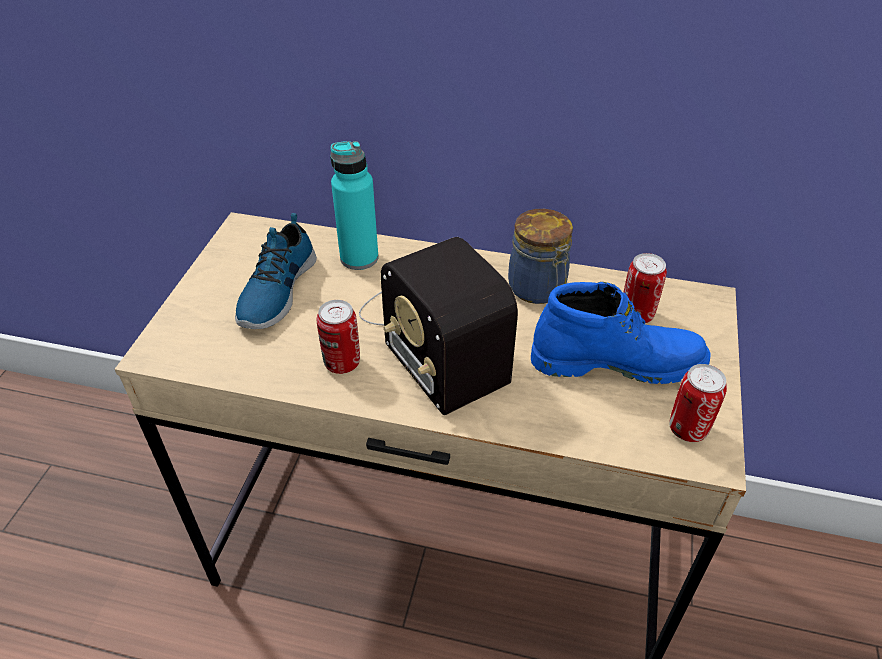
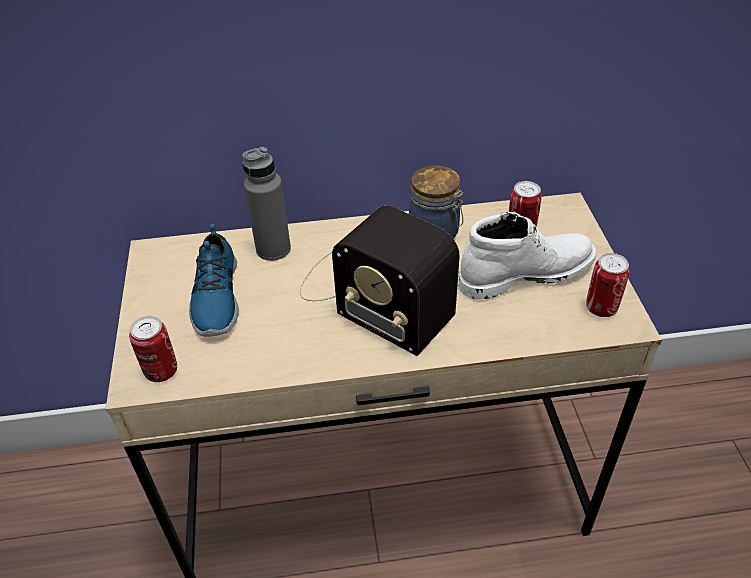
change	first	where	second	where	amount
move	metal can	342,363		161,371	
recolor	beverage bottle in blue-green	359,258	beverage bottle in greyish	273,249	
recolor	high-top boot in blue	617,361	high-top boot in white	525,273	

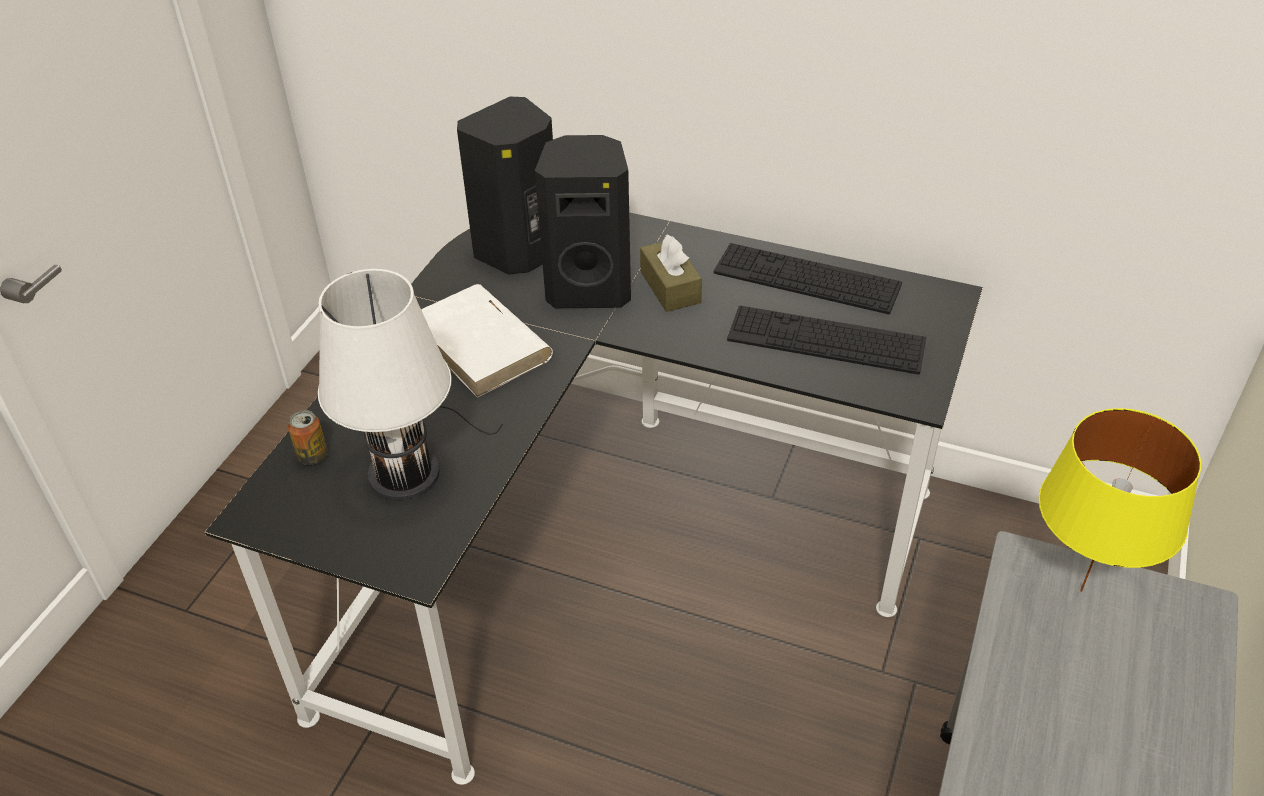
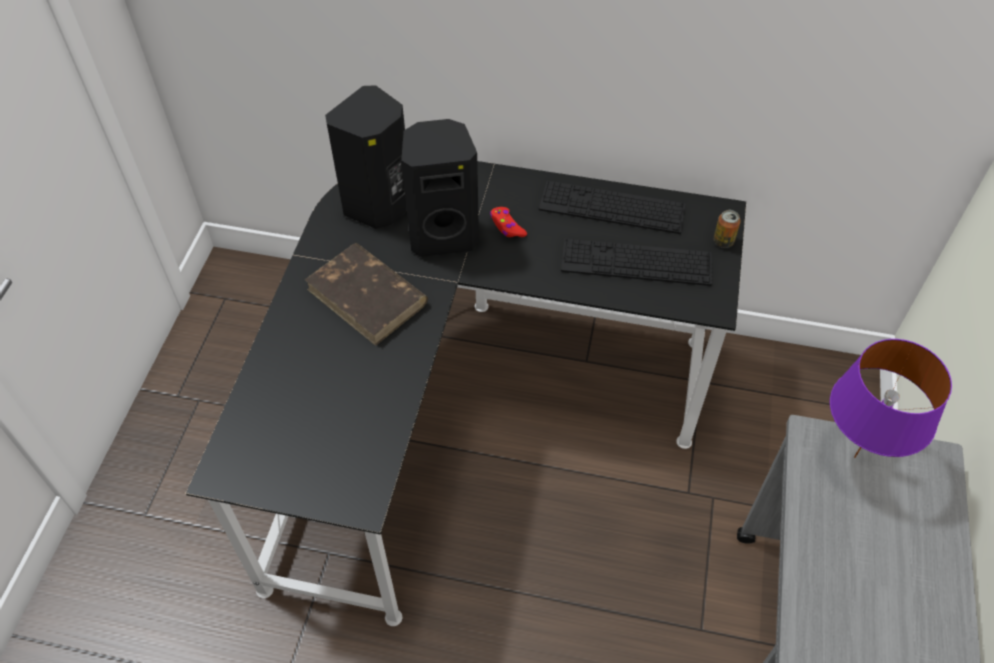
change	first	where	second	where	amount
delete	tabletop lamp in white	409,468			
move	metal can	313,456		723,241	
replace	box of tissues in brown-coloured	670,287	game controller in red-coloured	507,226	
recolor	book in white	481,345	book in brown-coloured	368,297	
recolor	tabletop lamp in yellow-coloured	1080,592	tabletop lamp in purple	854,458	

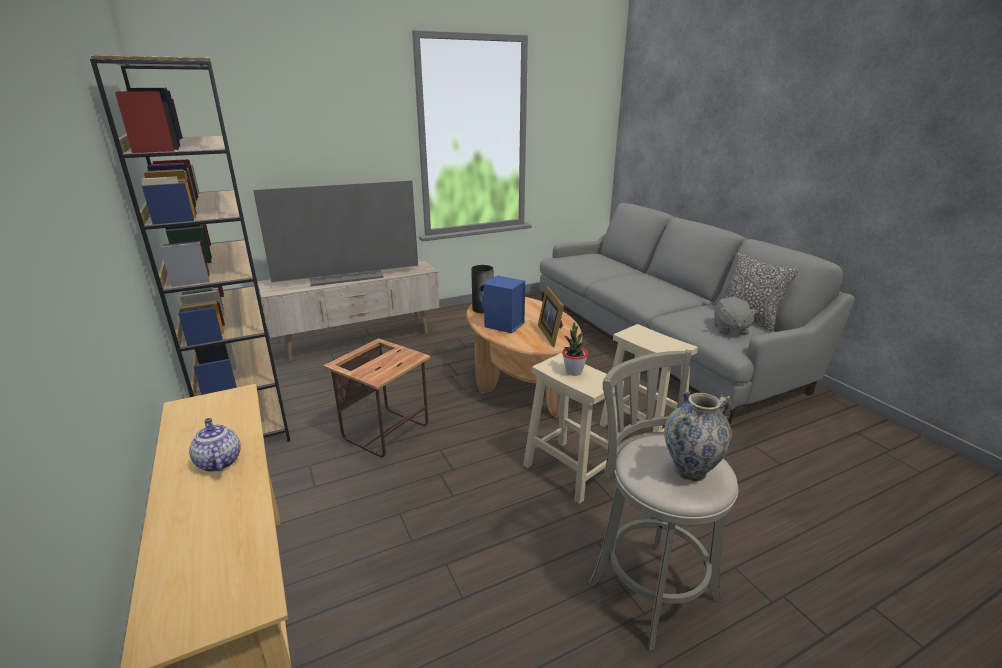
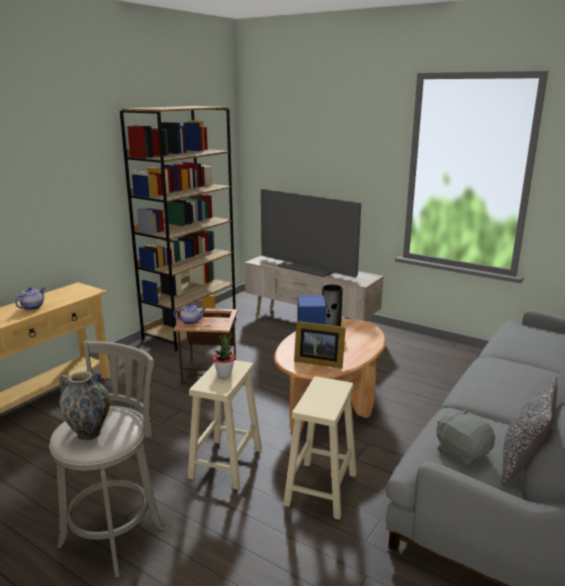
change	first	where	second	where	amount
insert			teapot	191,321	
rotate	standing frame	551,334		317,361	120 degrees counterclockwise
rotate	cuddly toy in greyish	730,329		462,452	75 degrees clockwise

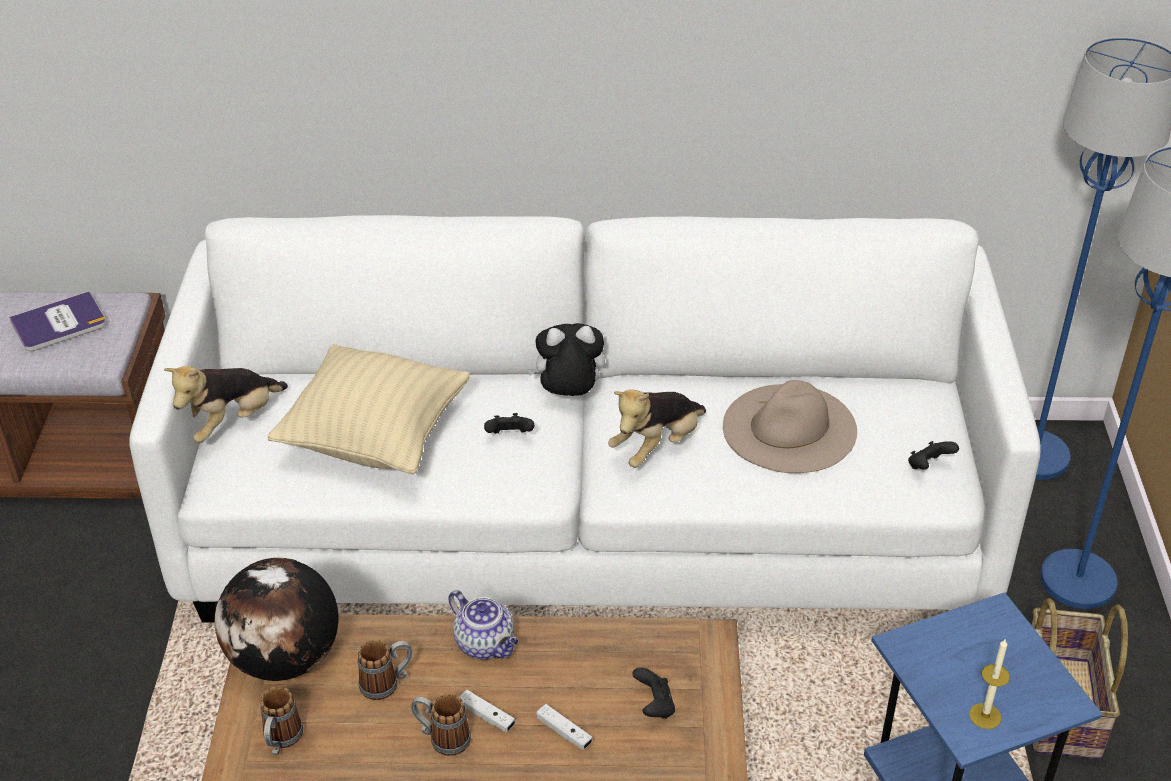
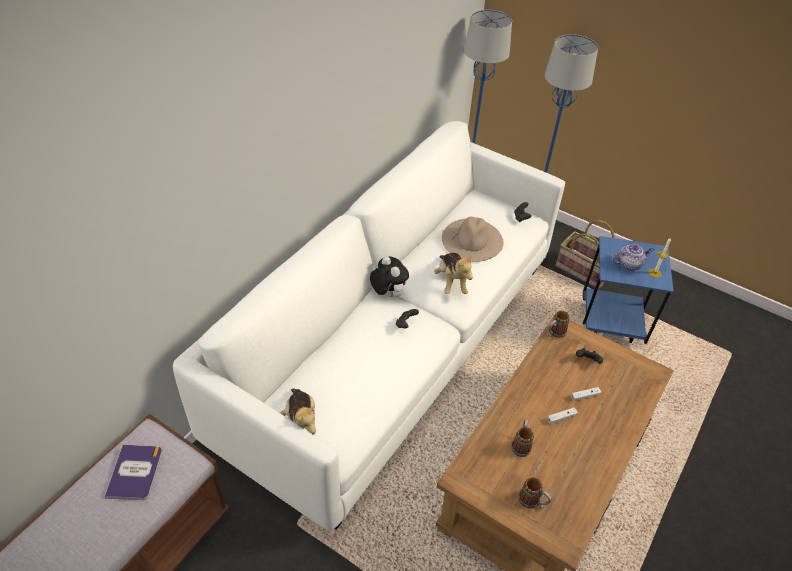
change	first	where	second	where	amount
delete	desk globe	285,659			
delete	pillow in beige	375,438			
move	coffee mug	442,738		554,333	
move	teapot	486,644		629,264	
rotate	cuddly toy	568,395		387,293	120 degrees clockwise

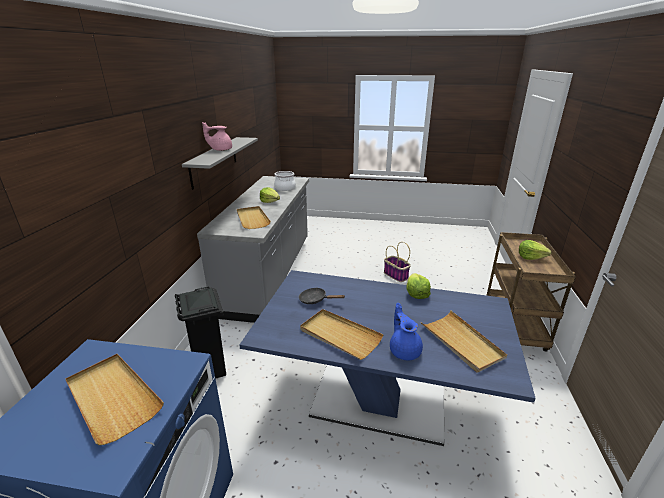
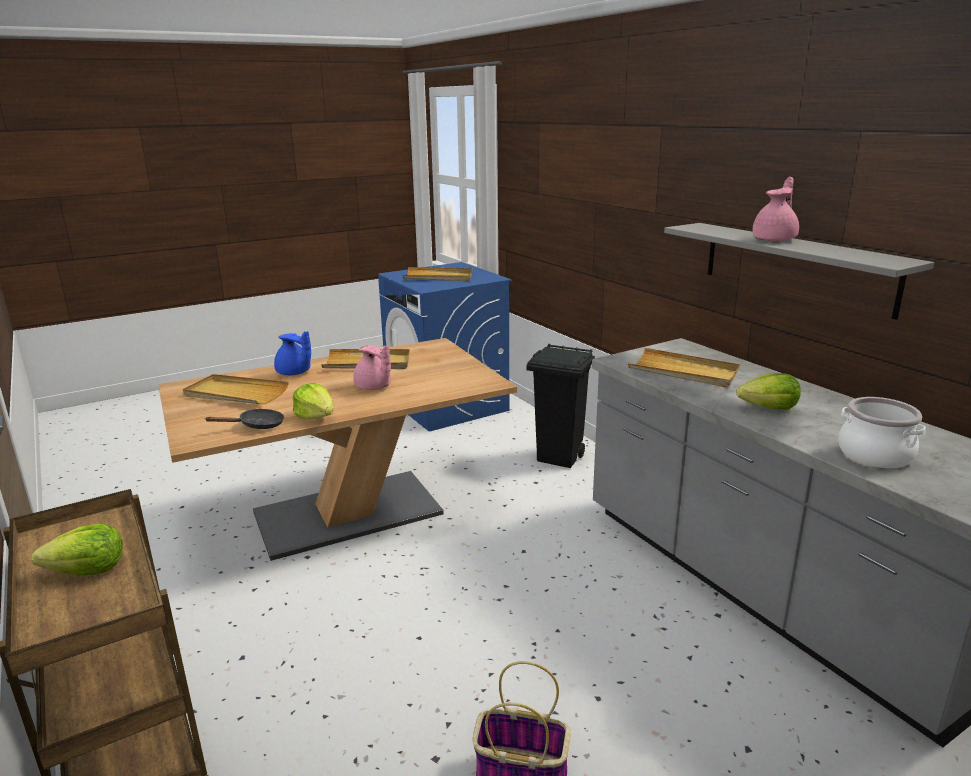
change	first	where	second	where	amount
insert			teapot in pink	374,387	
move	pan in black	315,300		257,425	
recolor	dinner table in blue	378,402	dinner table in brown-coloured	348,513	

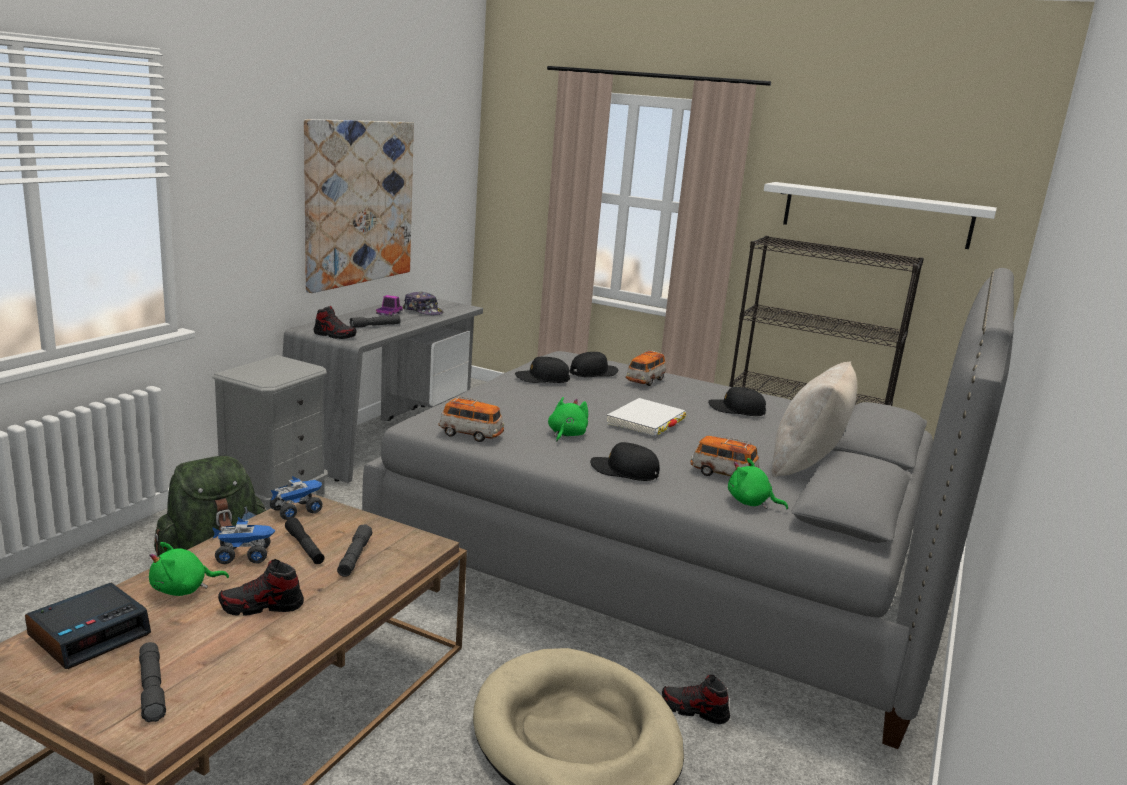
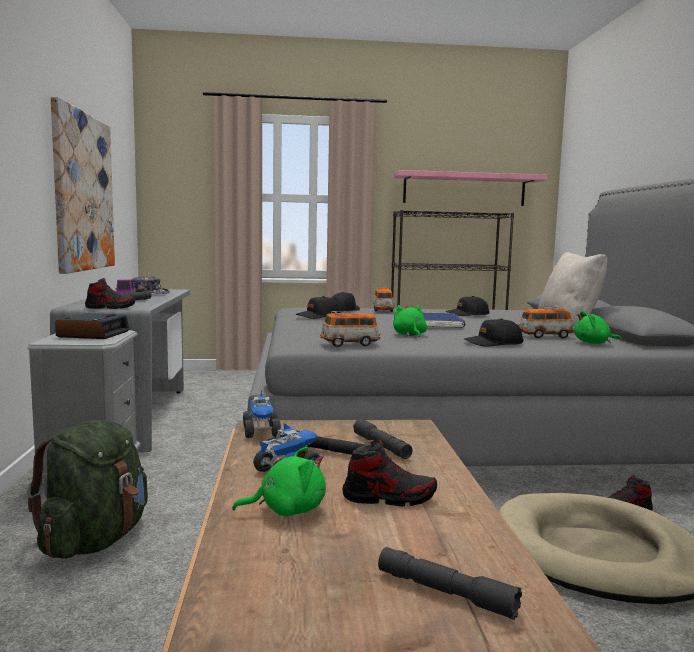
change	first	where	second	where	amount
move	table clock	90,634		93,334	
recolor	book in white	646,421	book in blue	437,324	
recolor	wall shelf in white	876,215	wall shelf in pink	464,189	
rotate	cuddly toy in green	183,589		287,510	135 degrees counterclockwise
rotate	item of footwear	262,607		389,498	135 degrees counterclockwise
rotate	toy lorry	296,510		262,432	150 degrees clockwise

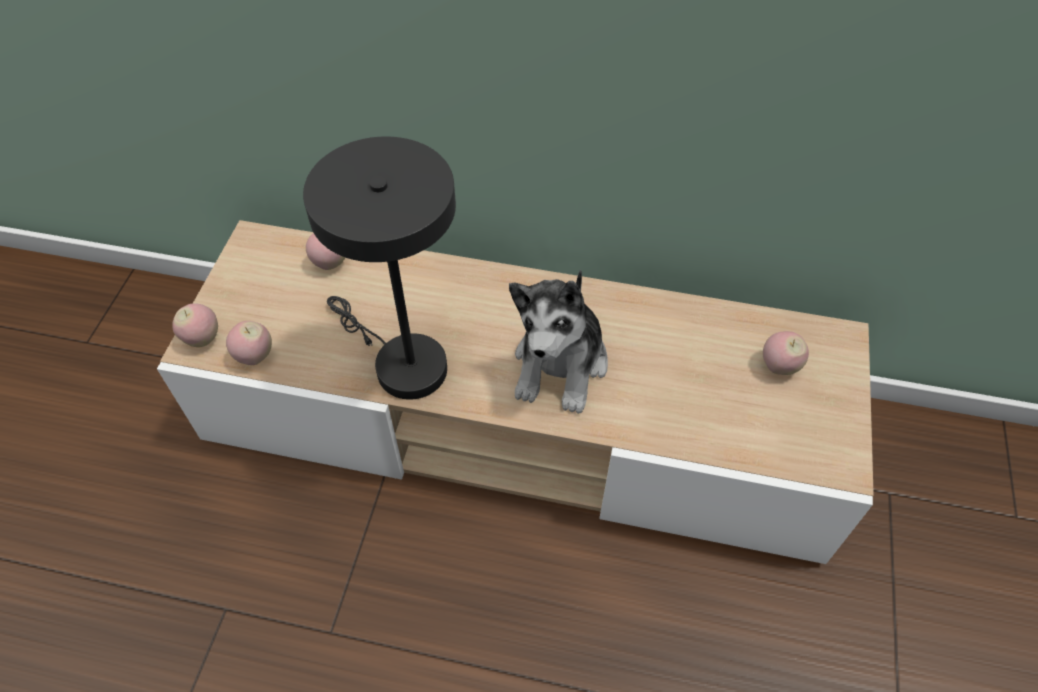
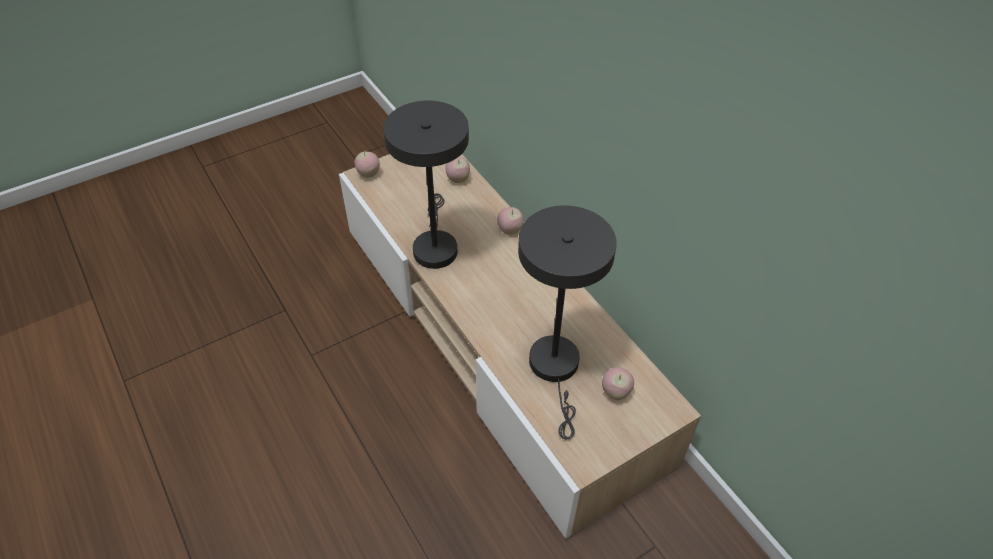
change	first	where	second	where	amount
delete	cuddly toy	560,364			
insert			tabletop lamp in greyish	556,369	
move	whole apple	255,356		510,230	

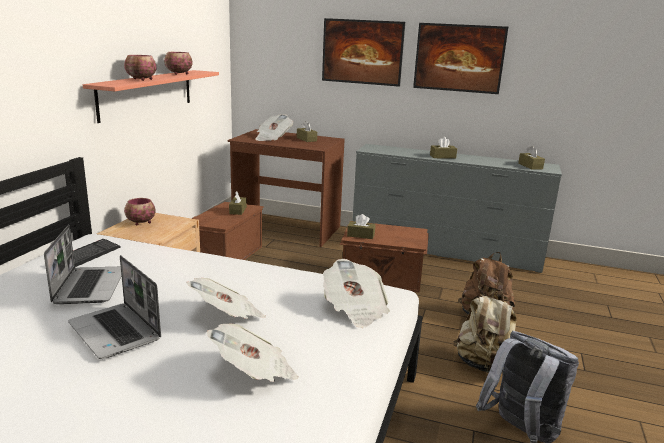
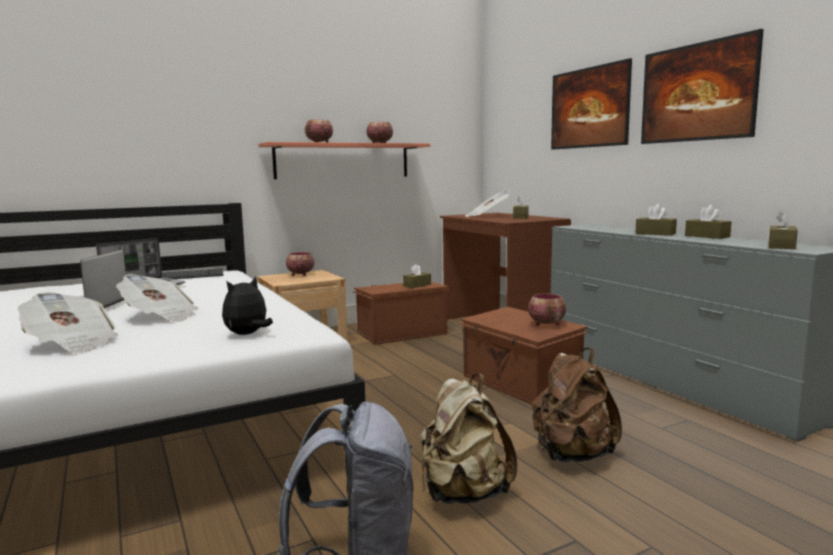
change	first	where	second	where	amount
insert			deep dish	547,324	
move	box of tissues in brown-coloured	361,235		707,236	
replace	daily paper	355,309	cuddly toy	247,334	

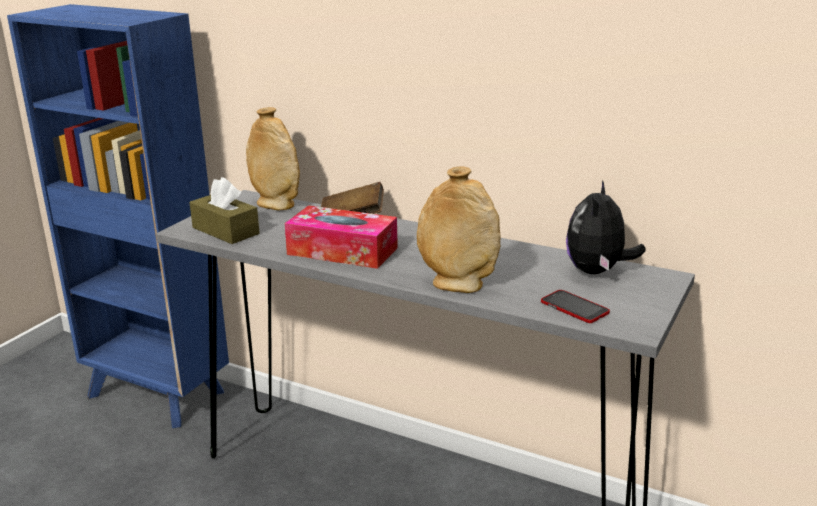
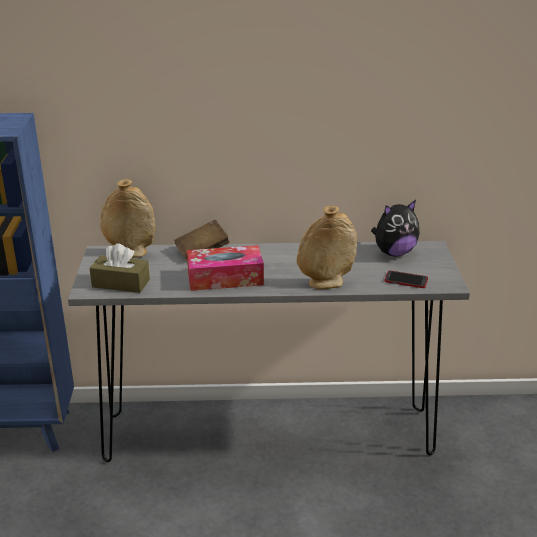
change	first	where	second	where	amount
rotate	cuddly toy	597,271		394,253	105 degrees counterclockwise

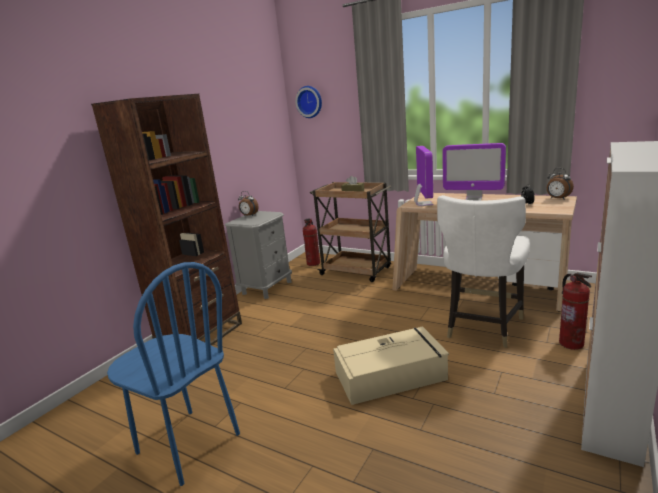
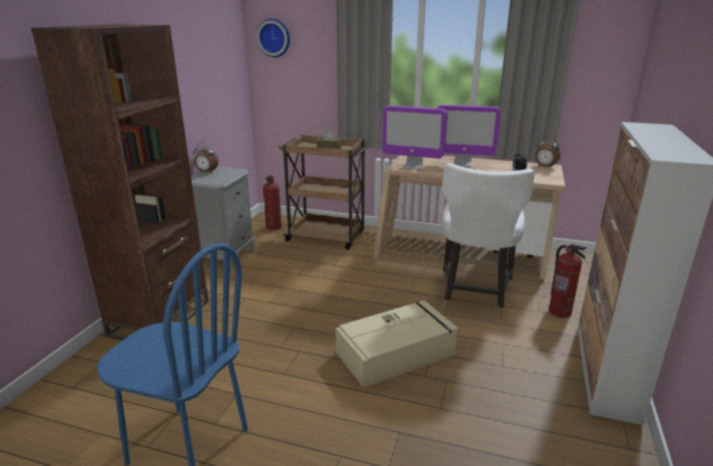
change	first	where	second	where	amount
rotate	monitor	423,204		412,167	120 degrees clockwise

